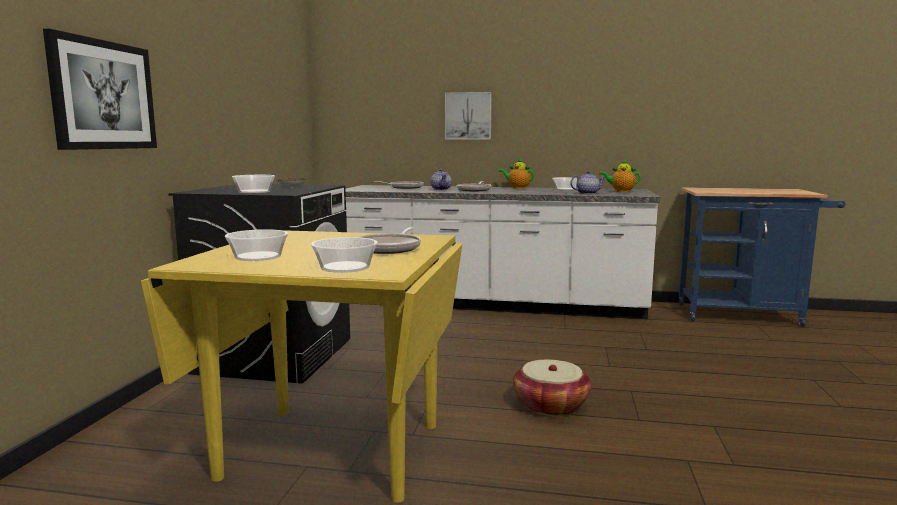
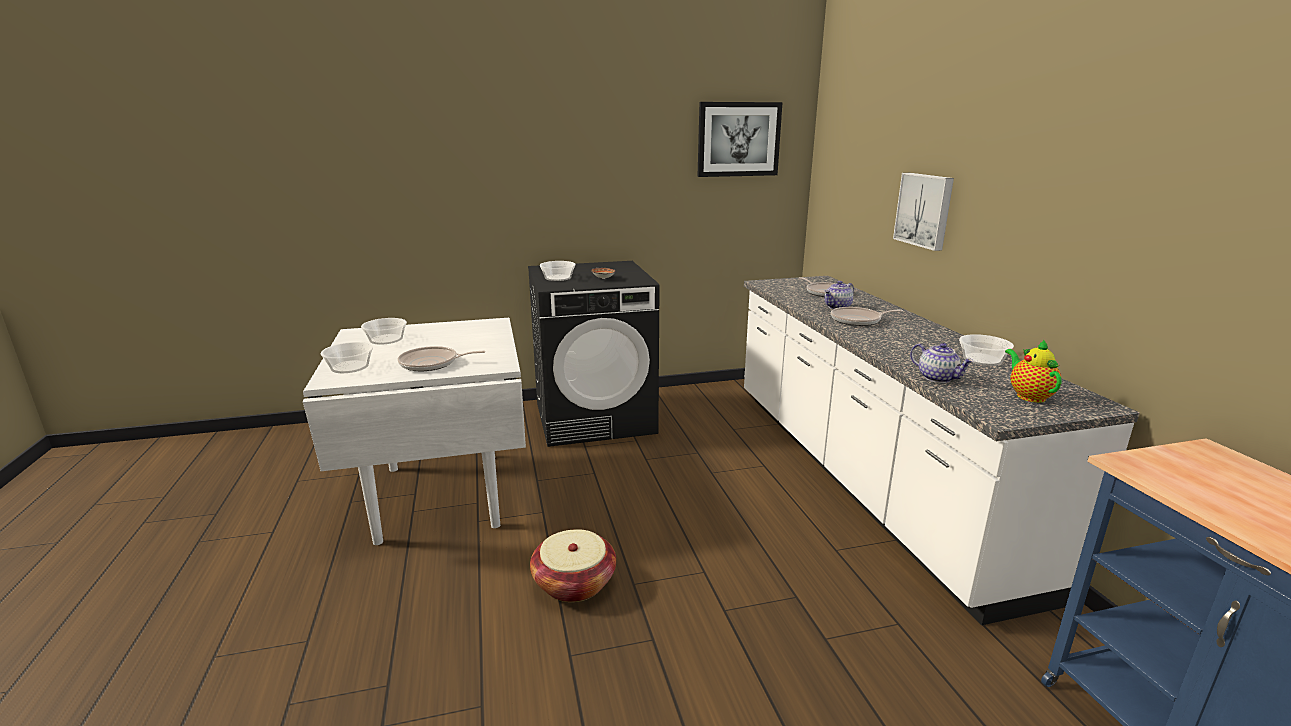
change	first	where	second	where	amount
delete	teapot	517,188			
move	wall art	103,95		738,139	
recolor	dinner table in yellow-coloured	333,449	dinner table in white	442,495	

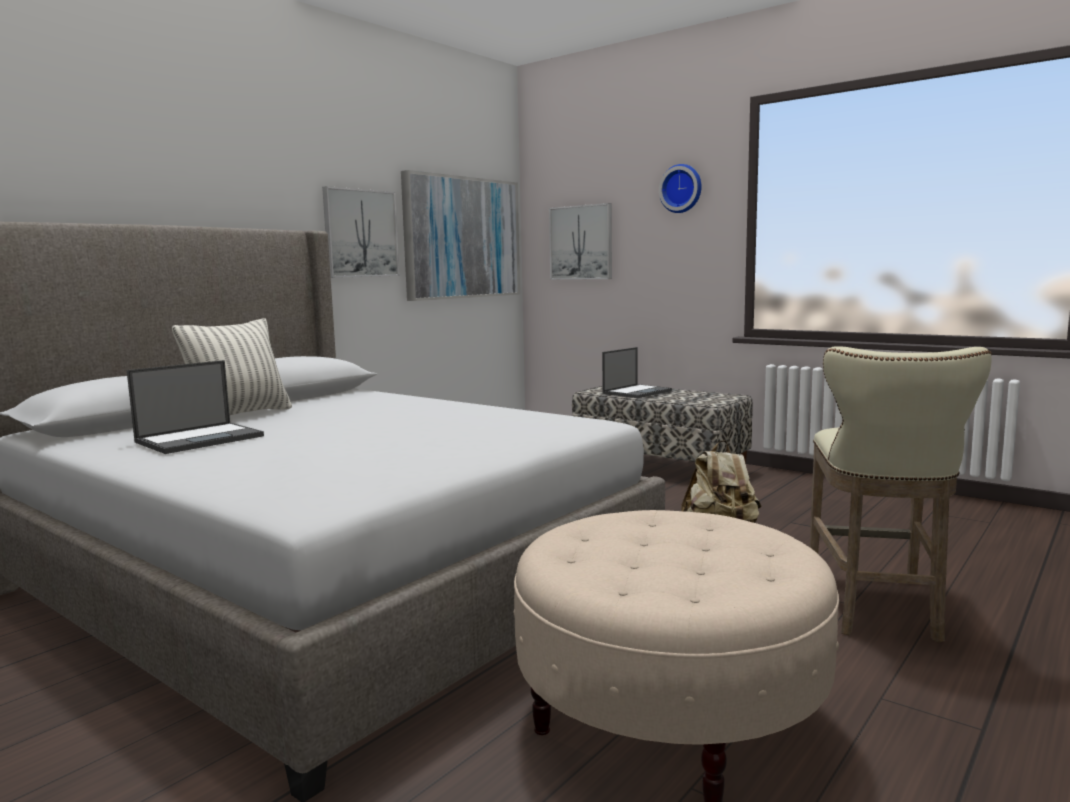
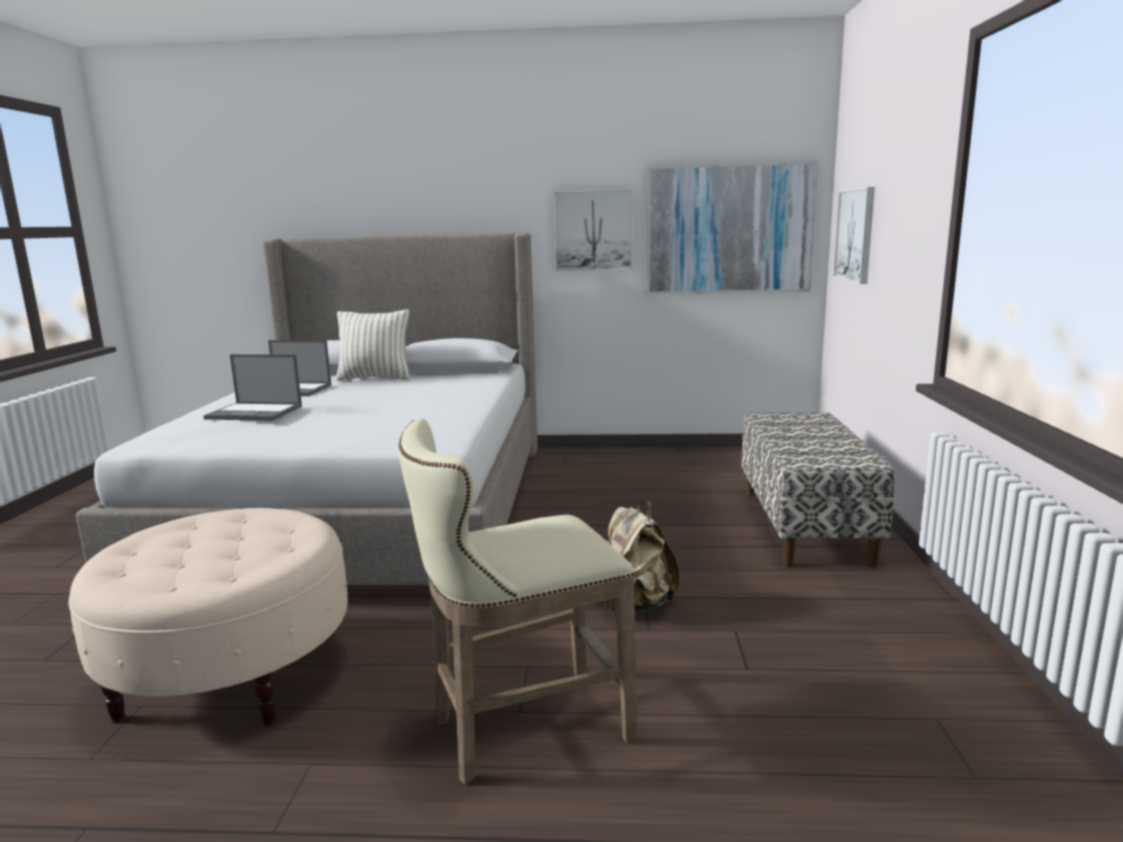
change	first	where	second	where	amount
delete	clock on the wall	681,189			
move	laptop	637,392		255,412	

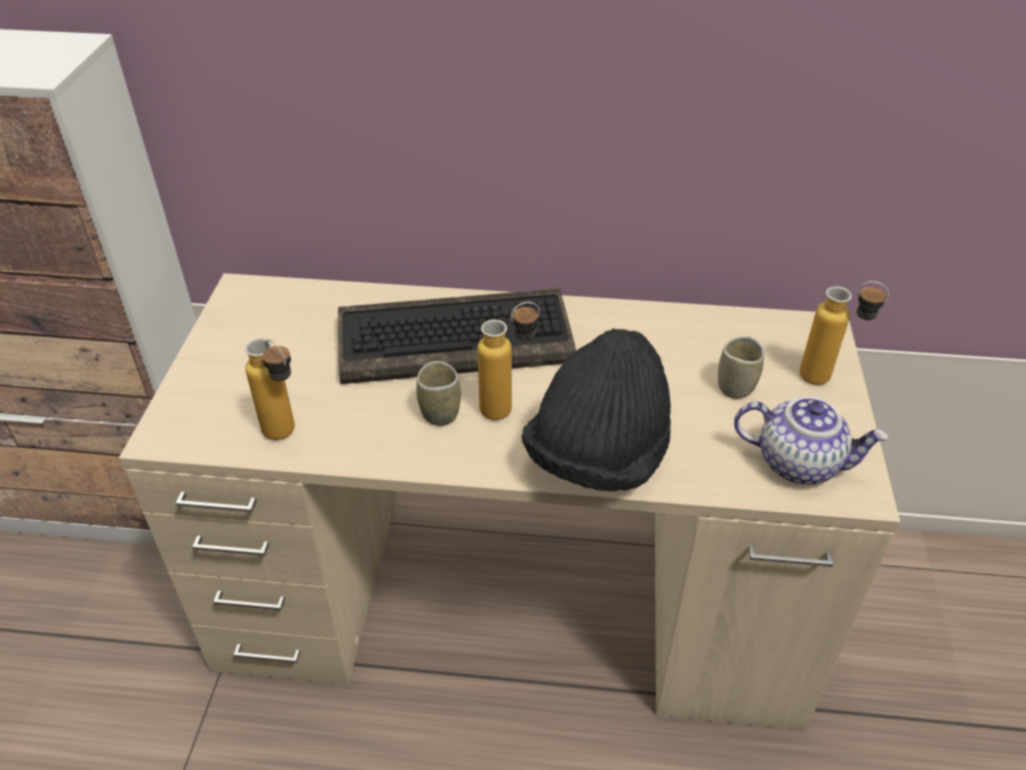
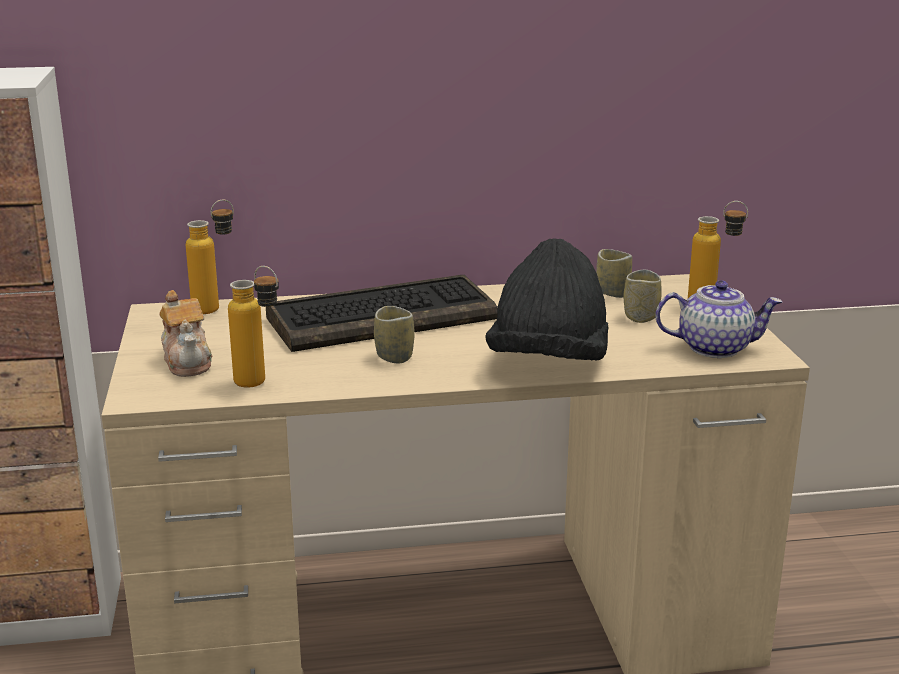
change	first	where	second	where	amount
insert			teapot	188,362	
insert			small cup	612,293	
move	beverage bottle	508,408		216,308	

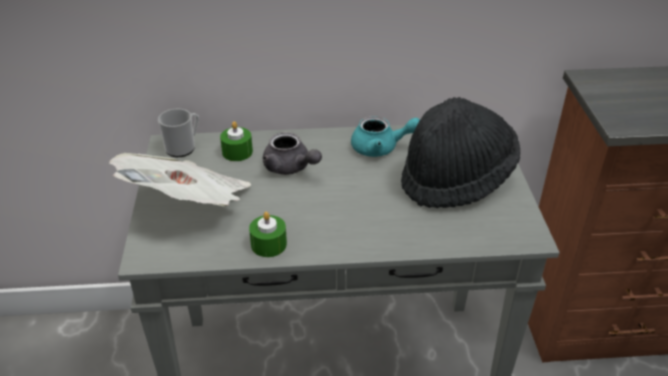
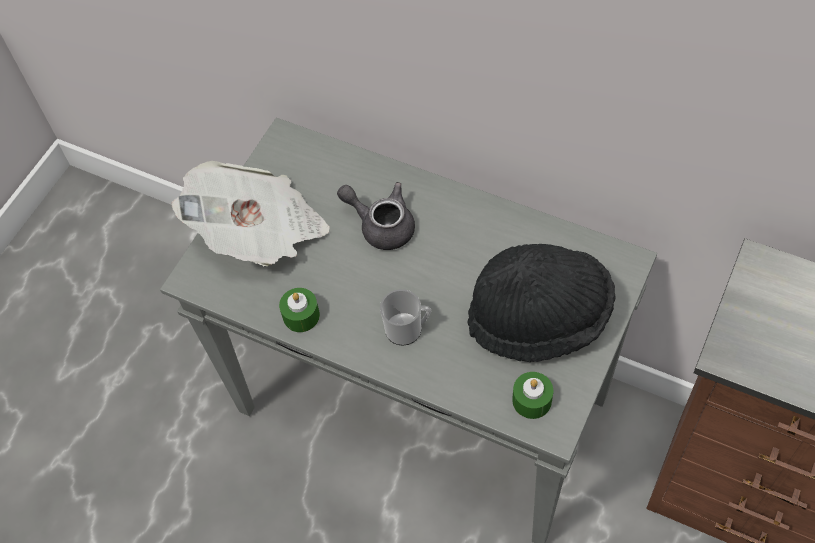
change	first	where	second	where	amount
delete	teapot in blue-green	381,148			
move	coffee mug	183,147		407,329	
move	wax light in green	237,152		532,400	
rotate	teapot in greyish	290,168		381,225	135 degrees clockwise

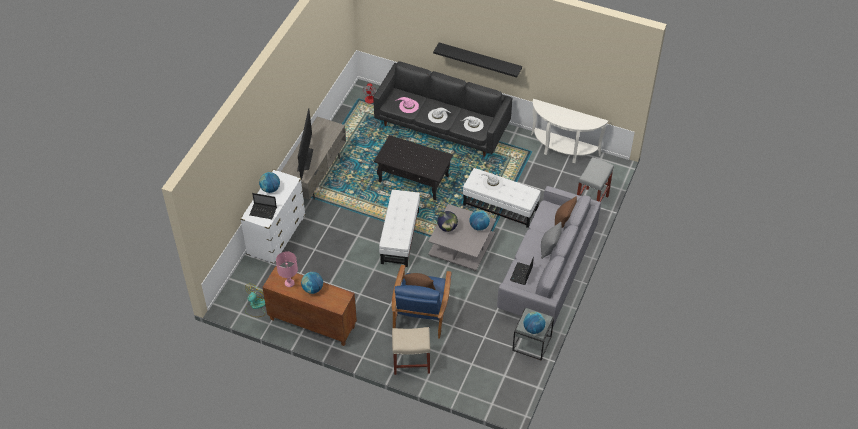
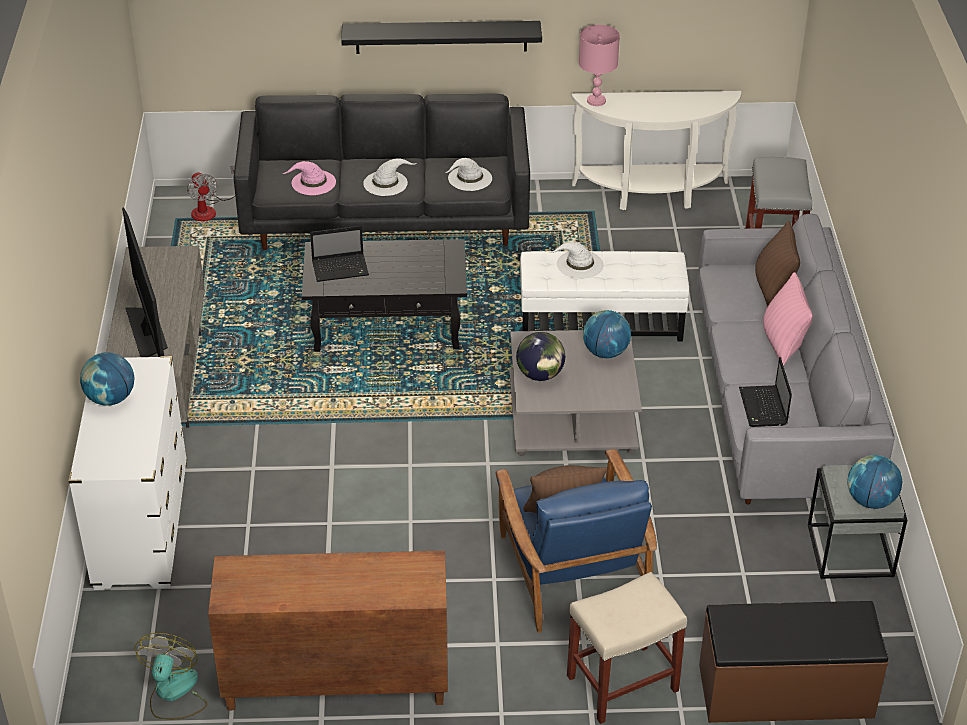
change	first	where	second	where	amount
delete	desk globe	313,289			
delete	footrest in white	399,237			
insert			bench in brown-coloured	785,692	
move	laptop	263,211		341,268	
move	tabletop lamp in pink	289,283		595,100	
recolor	pillow in greyish	549,248	pillow in pink	783,343	

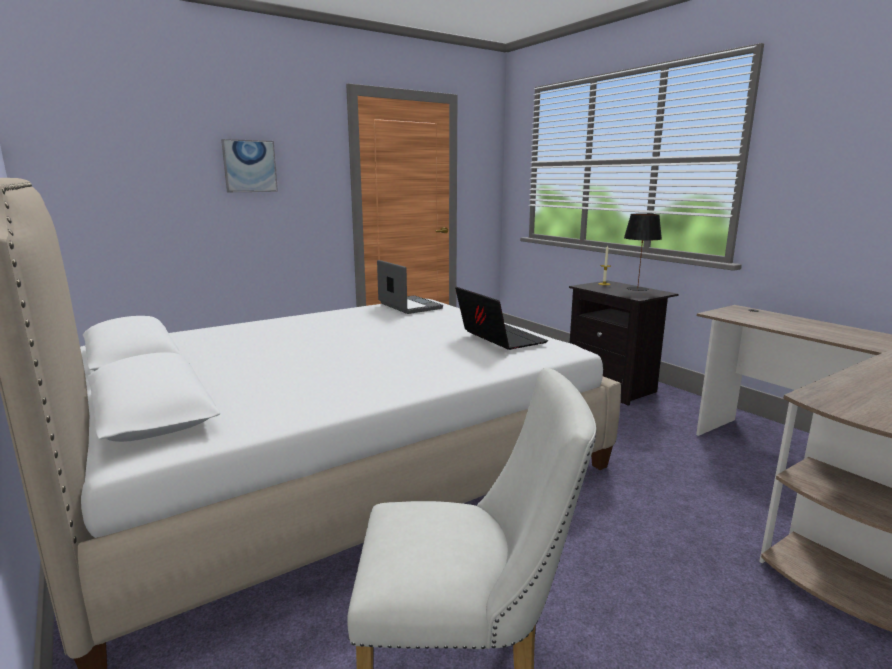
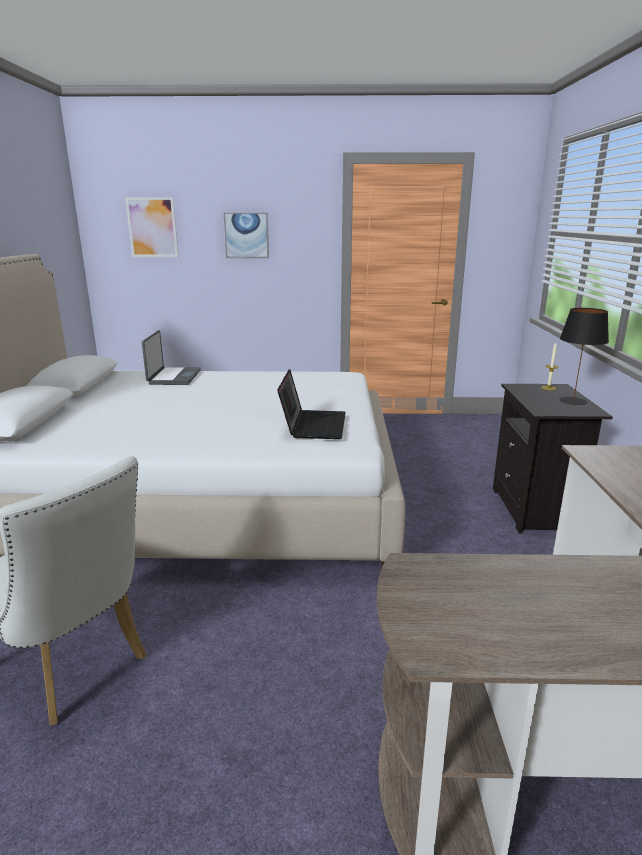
change	first	where	second	where	amount
insert			wall art	152,227	
move	laptop	408,306		173,377	

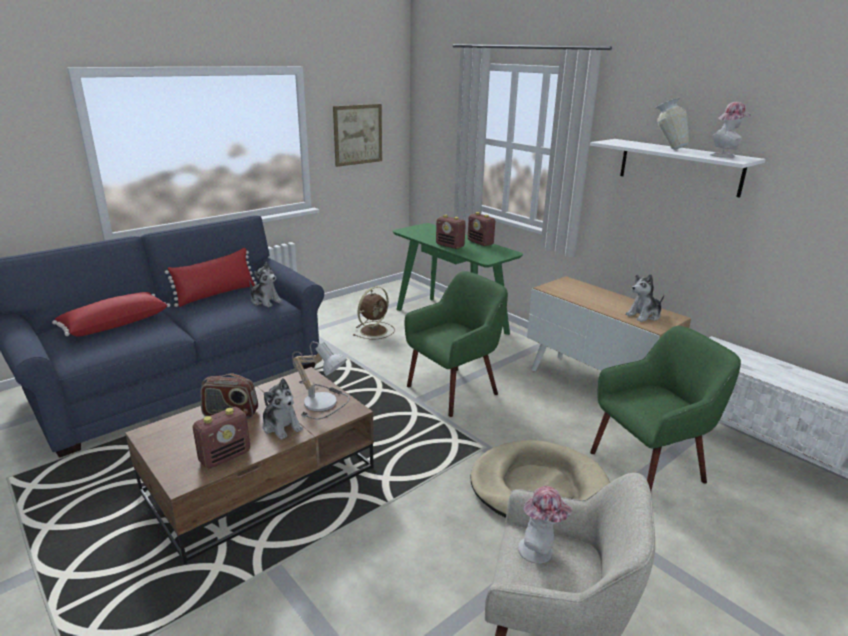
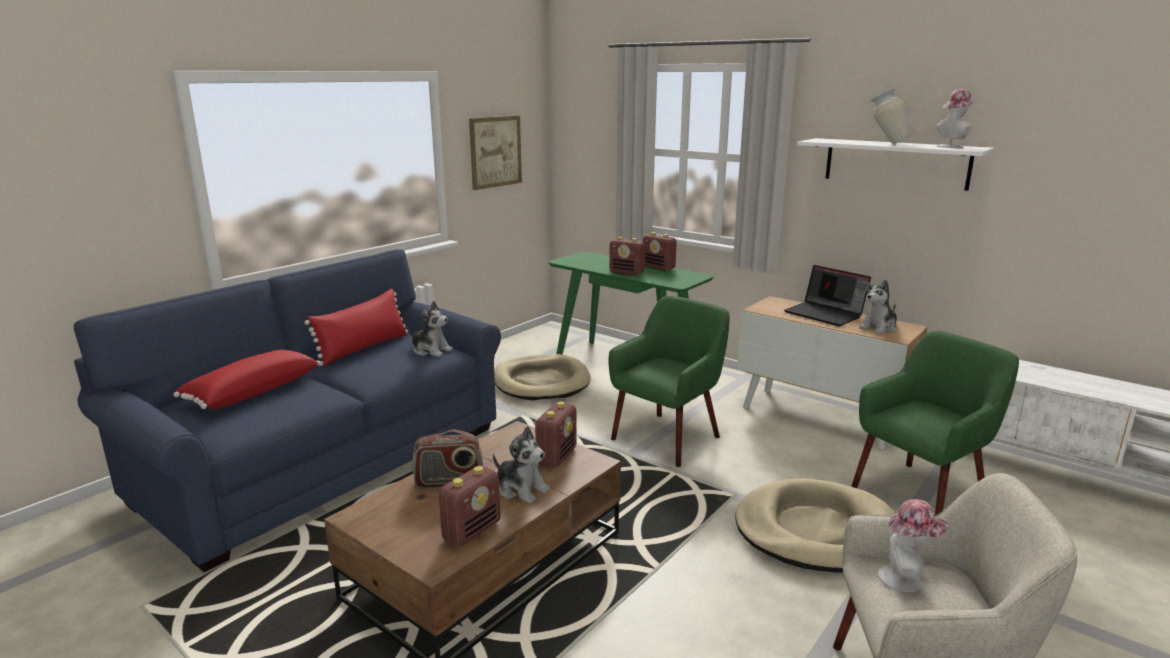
change	first	where	second	where	amount
insert			laptop	825,314	
replace	tabletop lamp	324,401	radio set	556,456	
replace	cooling fan in brown-coloured	374,330	dog cushion in beige	541,382	

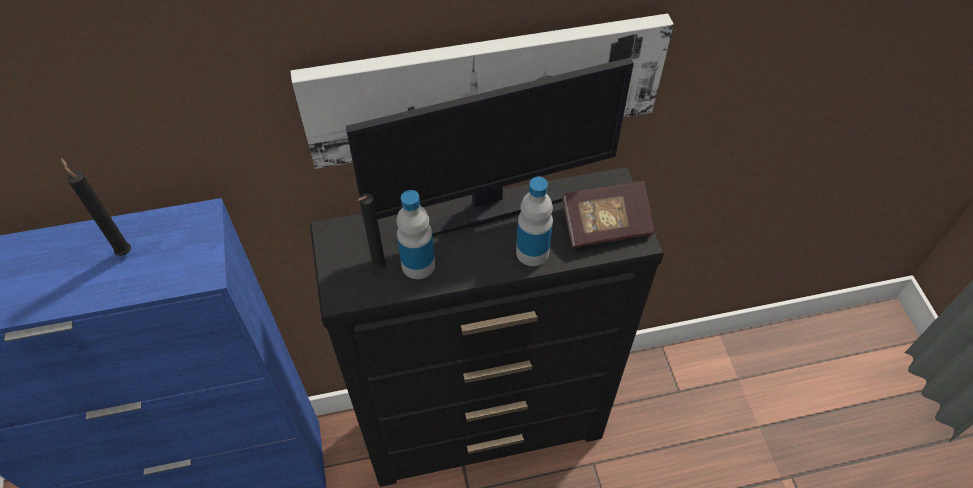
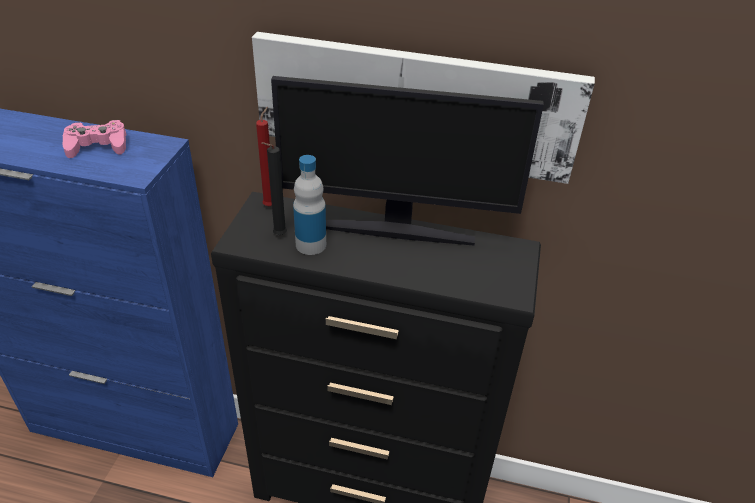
change	first	where	second	where	amount
delete	beverage bottle	532,252			
delete	book	605,226			
insert			wax light in red-coloured	270,205	
replace	wax light in black	123,251	game controller in pink	97,146	

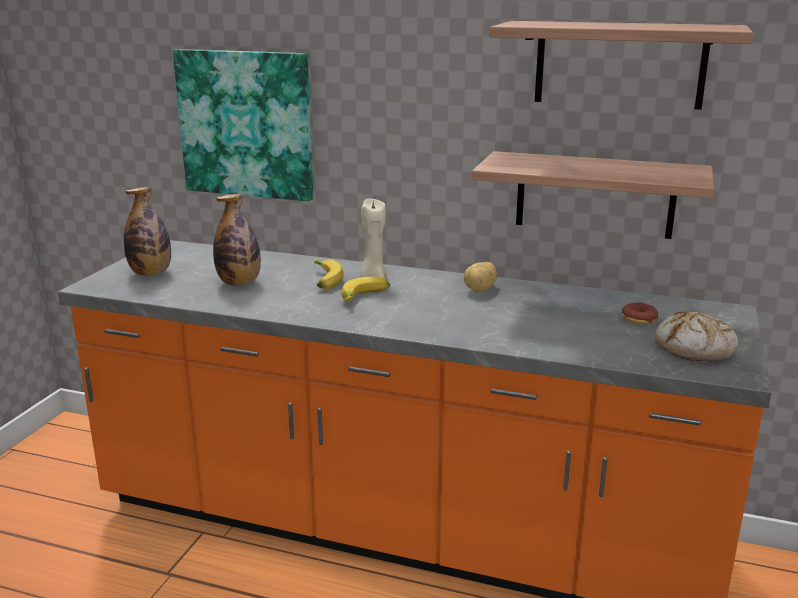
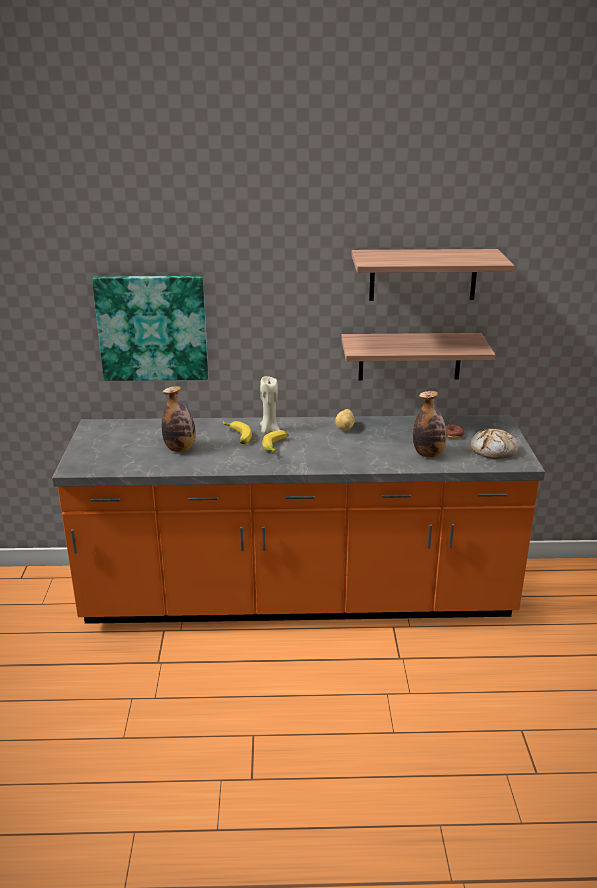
change	first	where	second	where	amount
move	beverage bottle	151,273		428,454	

